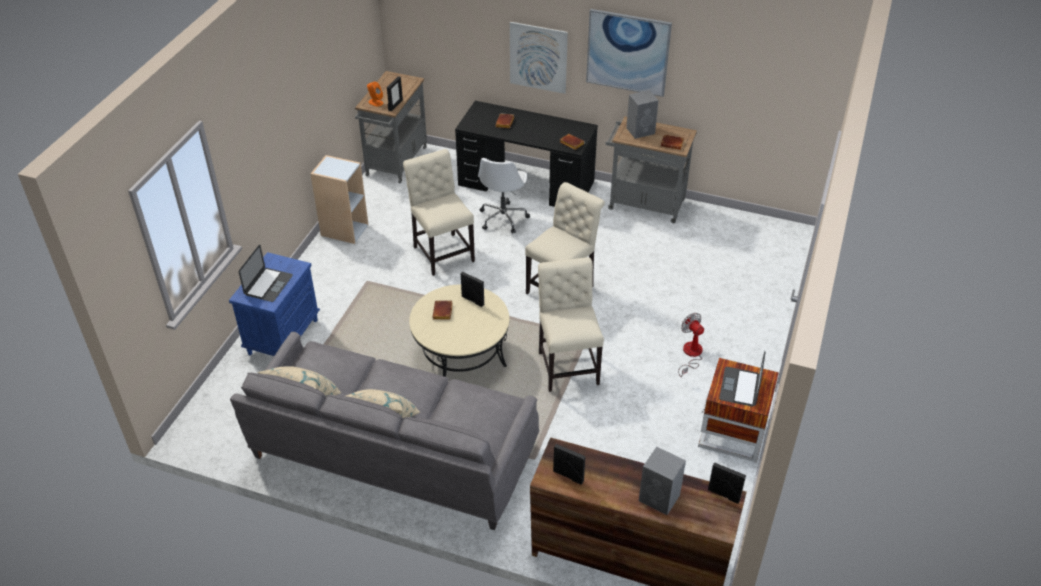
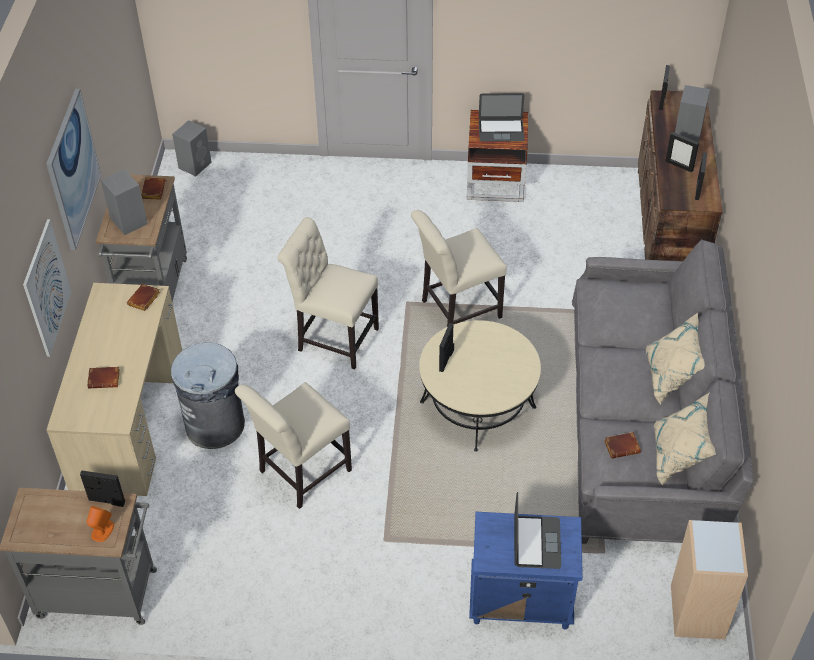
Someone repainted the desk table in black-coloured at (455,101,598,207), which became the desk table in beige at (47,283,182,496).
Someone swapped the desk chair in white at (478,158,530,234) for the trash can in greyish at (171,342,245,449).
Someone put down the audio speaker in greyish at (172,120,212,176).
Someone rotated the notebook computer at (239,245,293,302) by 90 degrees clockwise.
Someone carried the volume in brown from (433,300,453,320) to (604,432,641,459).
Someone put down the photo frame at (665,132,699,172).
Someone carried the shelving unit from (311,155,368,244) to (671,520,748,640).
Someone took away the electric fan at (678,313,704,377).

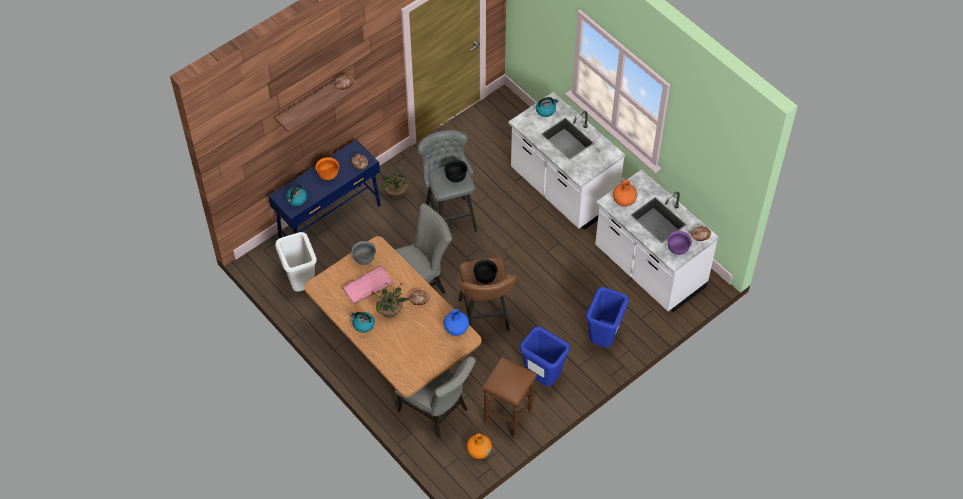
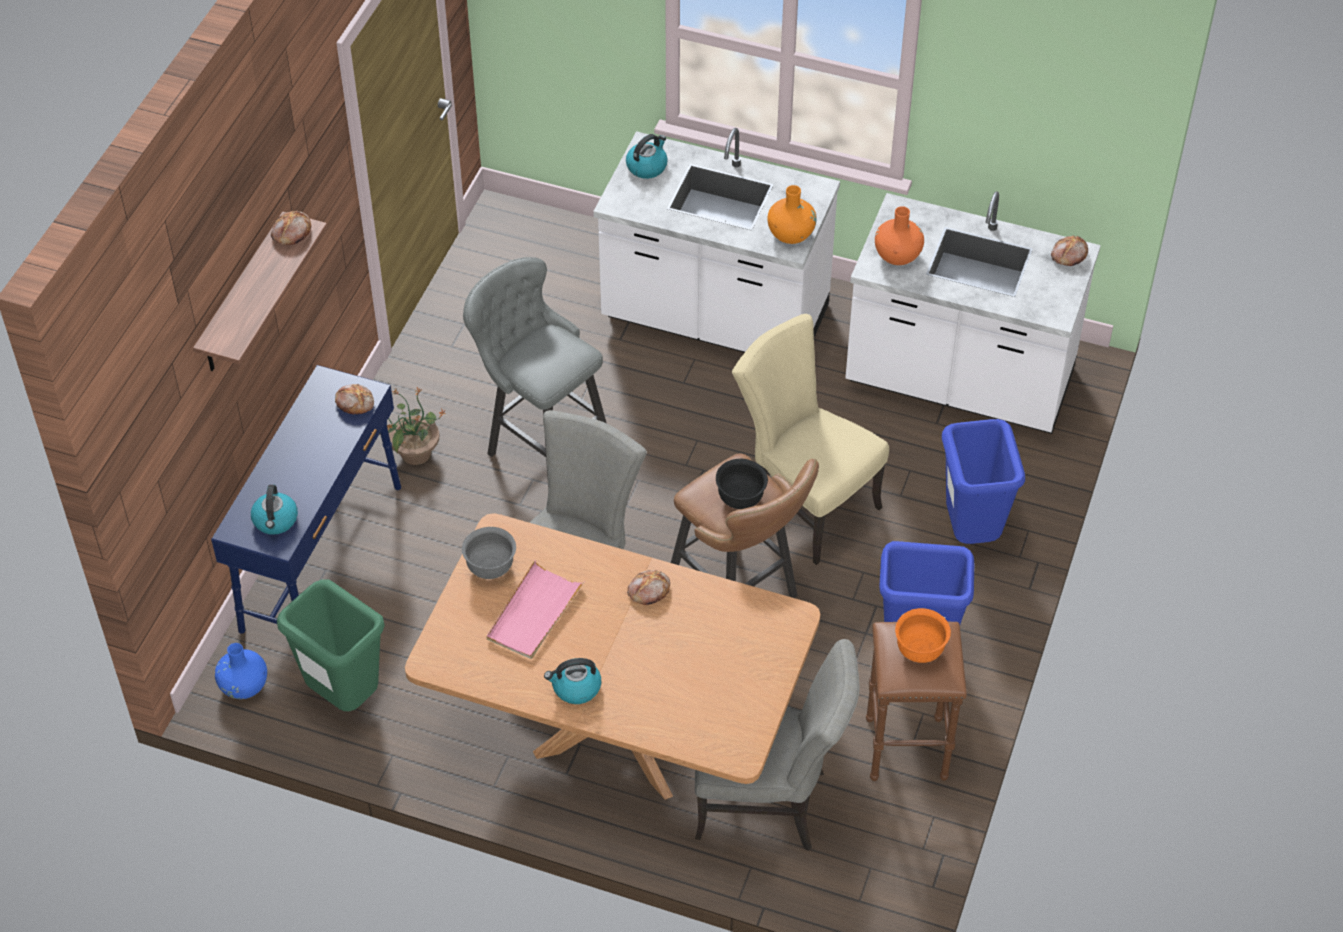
Someone carried the vase in bluish from (444,309,469,336) to (215,643,267,699).
Someone repainted the trash can in white at (275,232,317,292), which became the trash can in green-coloured at (277,579,385,711).
Someone put down the plain chair in beige at (732,314,889,565).
Someone carried the vase in orange from (467,434,492,459) to (767,185,817,244).
Someone carried the serving bowl in orange from (315,157,339,180) to (895,608,951,663).
Someone took away the plant in a pot at (370,282,410,318).
Someone took away the serving bowl in black-coloured at (444,160,468,182).
Someone took away the serving bowl in purple at (667,231,692,255).

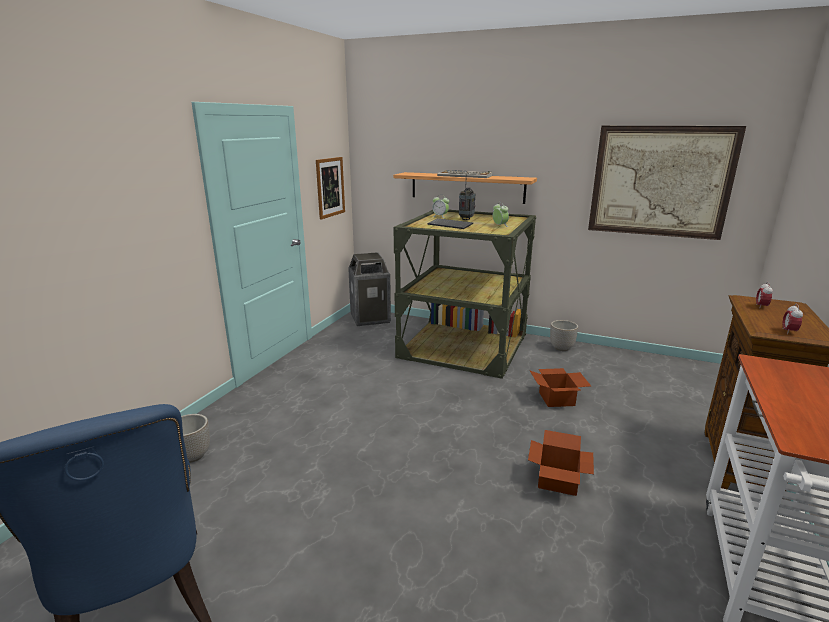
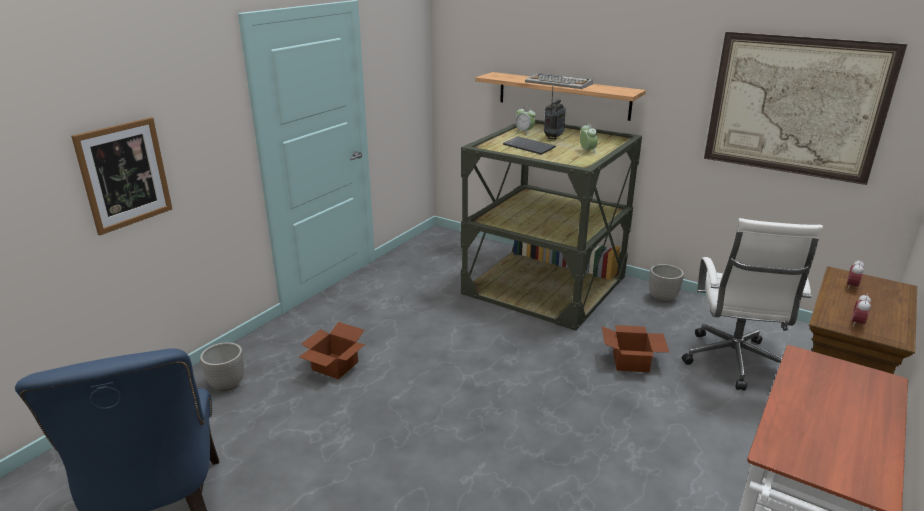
Someone carried the wall picture from (316,157,345,220) to (71,117,172,235).
Someone carried the cardboard box from (528,430,594,496) to (299,322,365,380).
Someone put down the desk chair in white at (682,218,823,391).
Someone took away the trash can at (348,252,391,326).

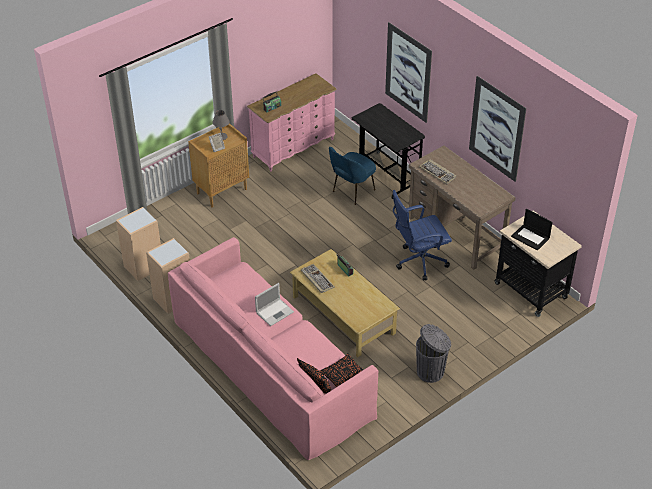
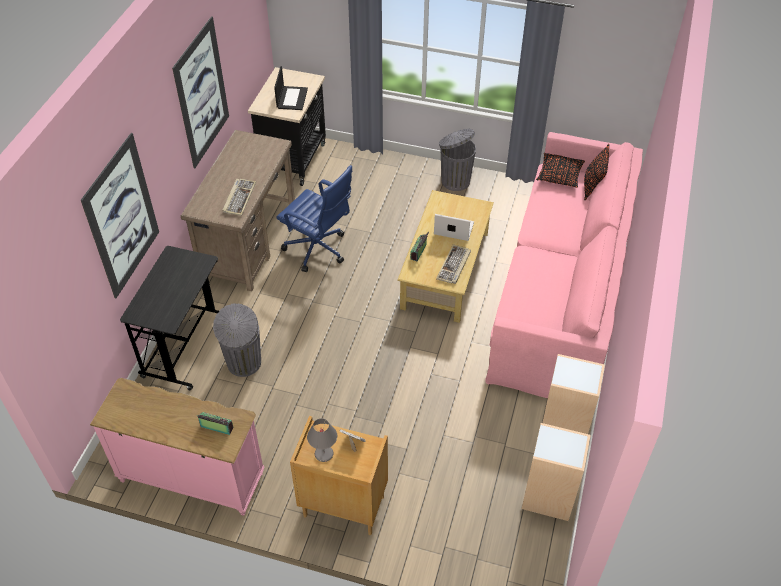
Someone swapped the plain chair in bluish at (329,147,376,205) for the trash can in greyish at (213,303,261,377).
Someone carried the notebook computer from (255,283,294,326) to (434,214,474,241).

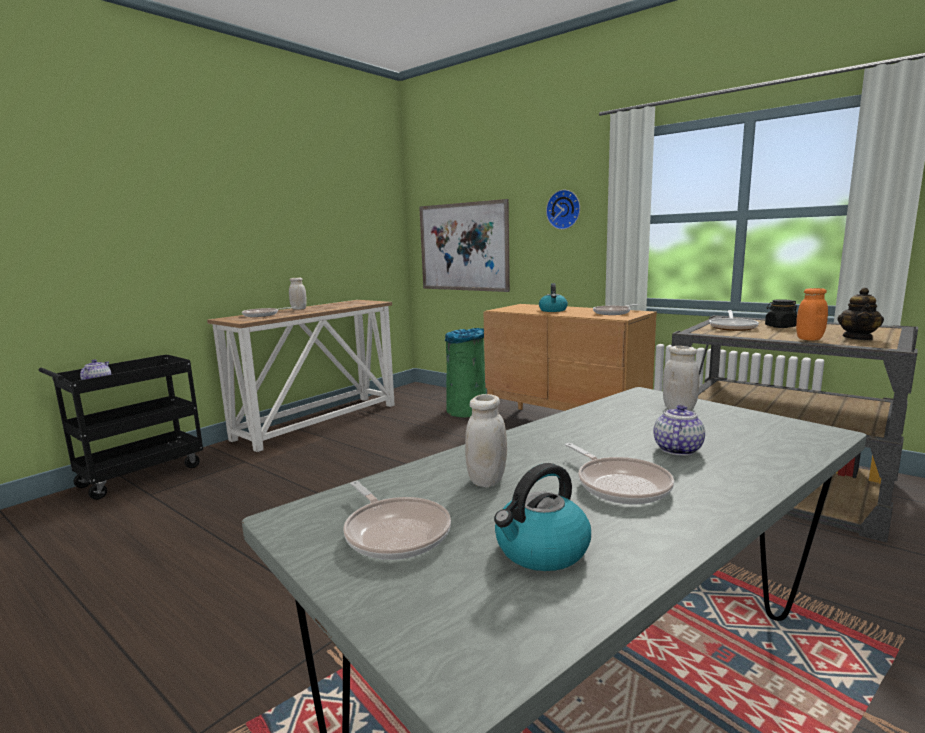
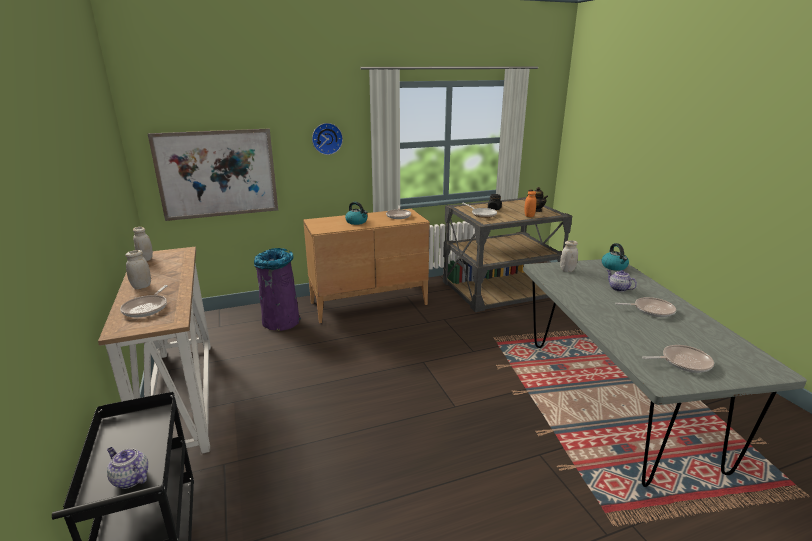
Someone carried the jar in white from (465,394,507,487) to (133,227,153,261).
Someone repainted the trash can in green-coloured at (445,328,486,418), which became the trash can in purple at (254,248,301,331).
Someone carried the kettle from (494,463,591,571) to (602,243,629,271).

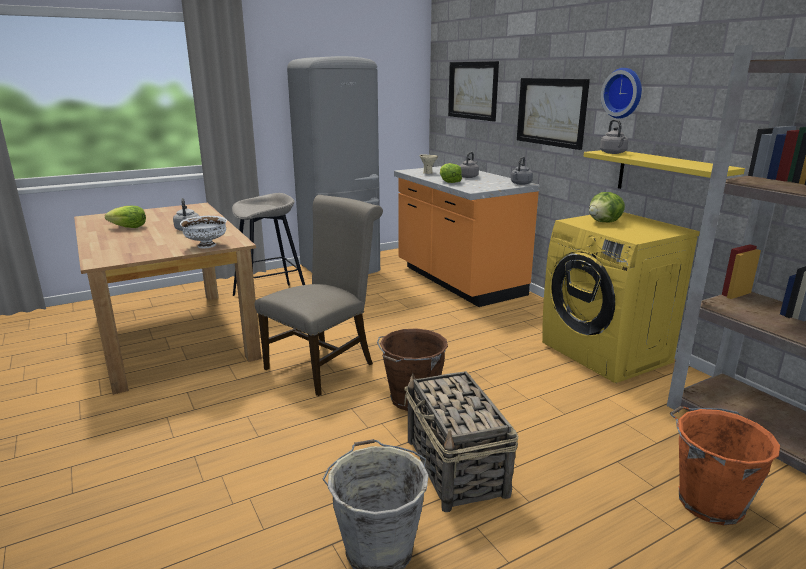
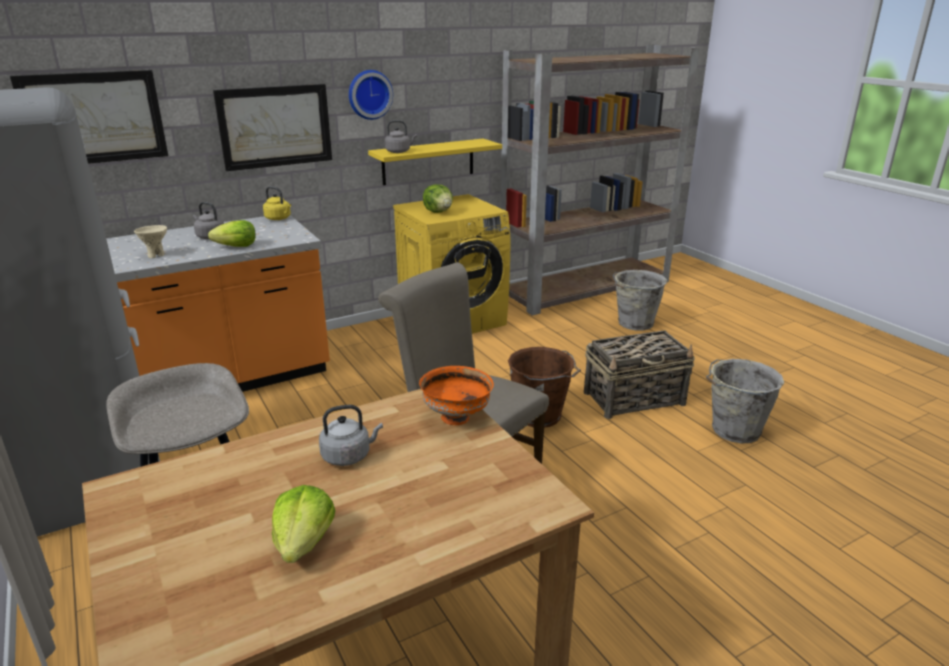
Someone repainted the kettle in greyish at (511,157,533,185), which became the kettle in yellow at (263,186,291,220).
Someone repainted the serving bowl in white at (180,216,227,249), which became the serving bowl in orange at (419,366,494,425).
Someone repainted the pail in orange at (670,406,780,525), which became the pail in greyish at (613,270,667,331).

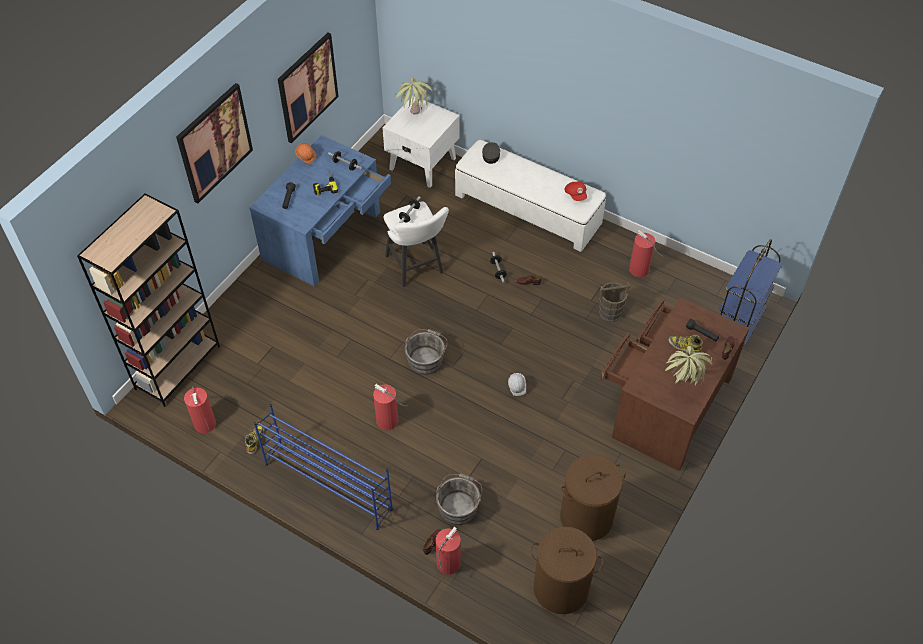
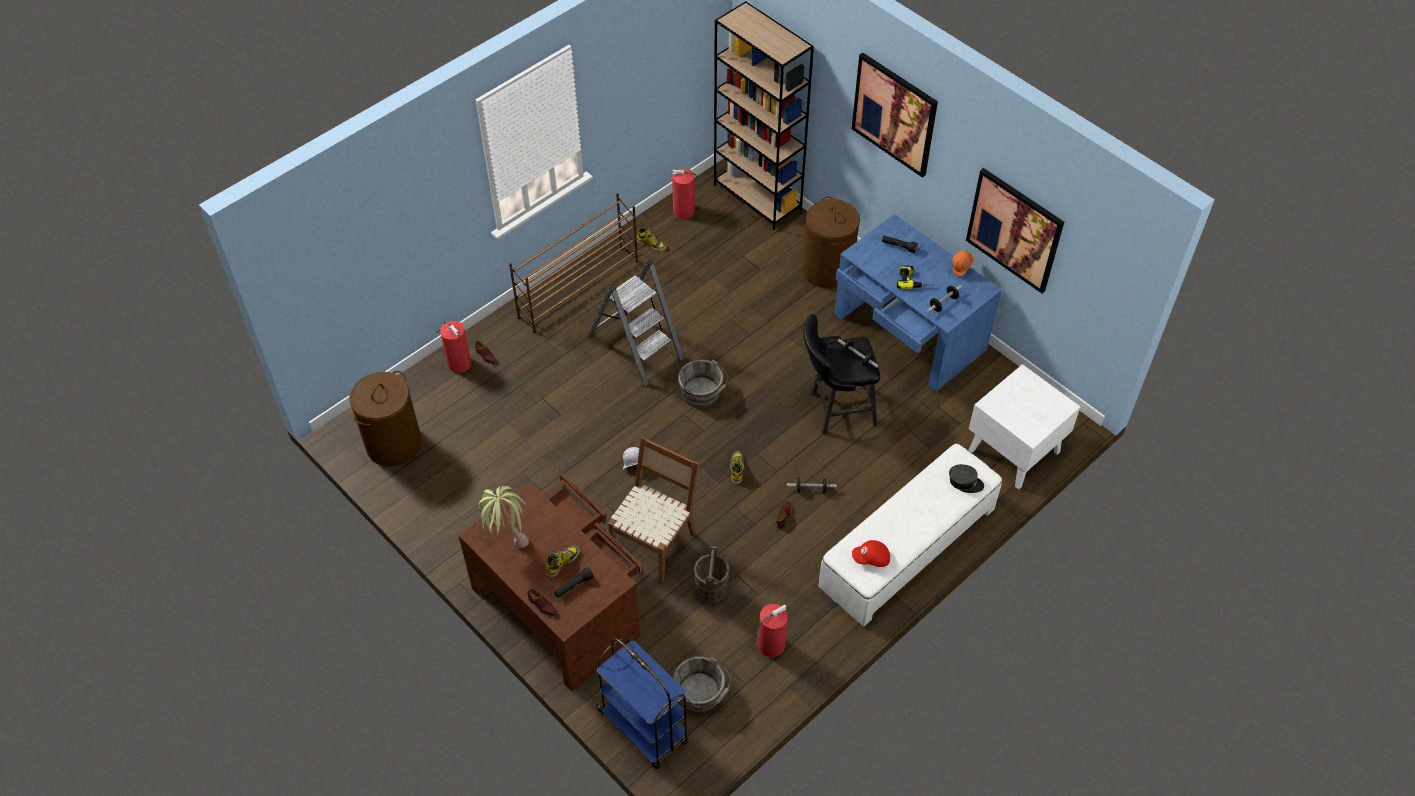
Someone repainted the shoe rack in bluish at (254,404,393,530), which became the shoe rack in brown at (509,194,638,333).
Someone swapped the extinguisher at (373,384,408,430) for the step ladder in greyish at (587,260,685,388).
Someone put down the plain chair at (608,437,699,583).
Someone carried the pail in greyish from (436,473,483,525) to (673,656,731,713).
Someone put down the boot at (730,451,744,484).
Someone carried the laundry basket in brown from (560,455,626,541) to (803,196,860,288).
Someone repainted the stool in white at (384,202,449,287), which became the stool in black-coloured at (804,314,880,434).
Someone took away the plant in a pot at (395,77,432,115).

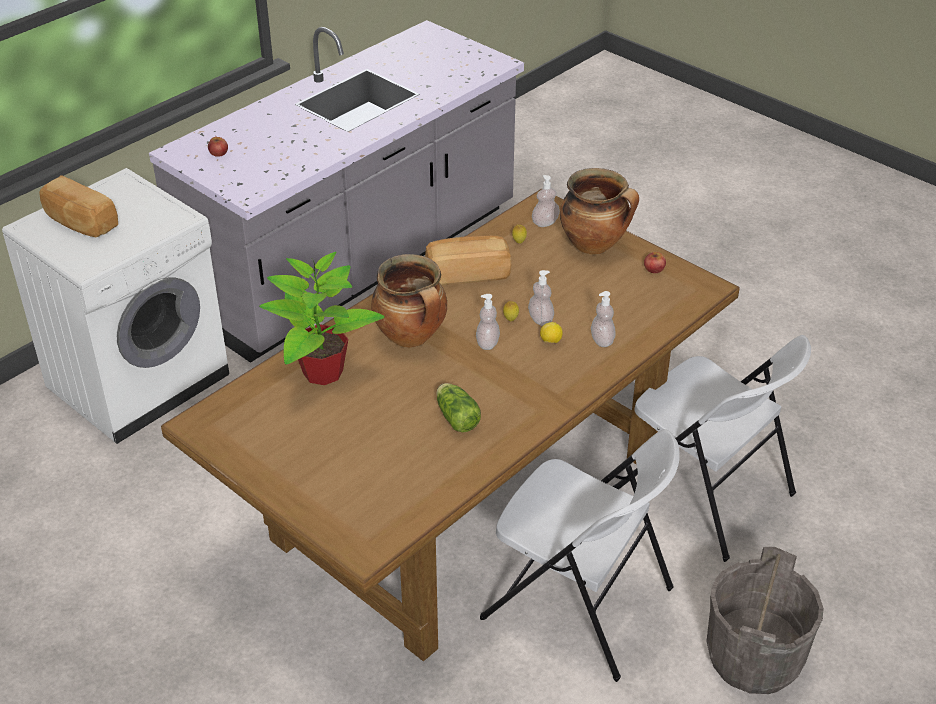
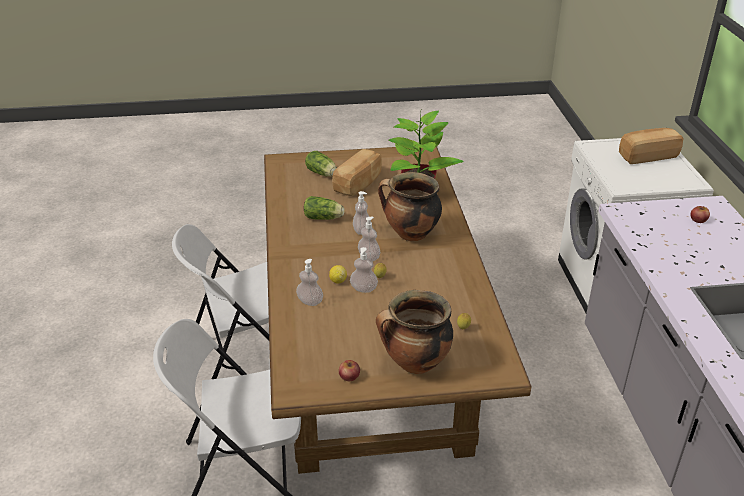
Someone put down the lettuce head at (305,151,337,176).
Someone carried the bread from (425,235,512,285) to (332,149,382,196).
Someone carried the liquid soap bottle from (532,175,560,227) to (353,191,369,235).
Someone took away the pail in greyish at (706,547,824,694).

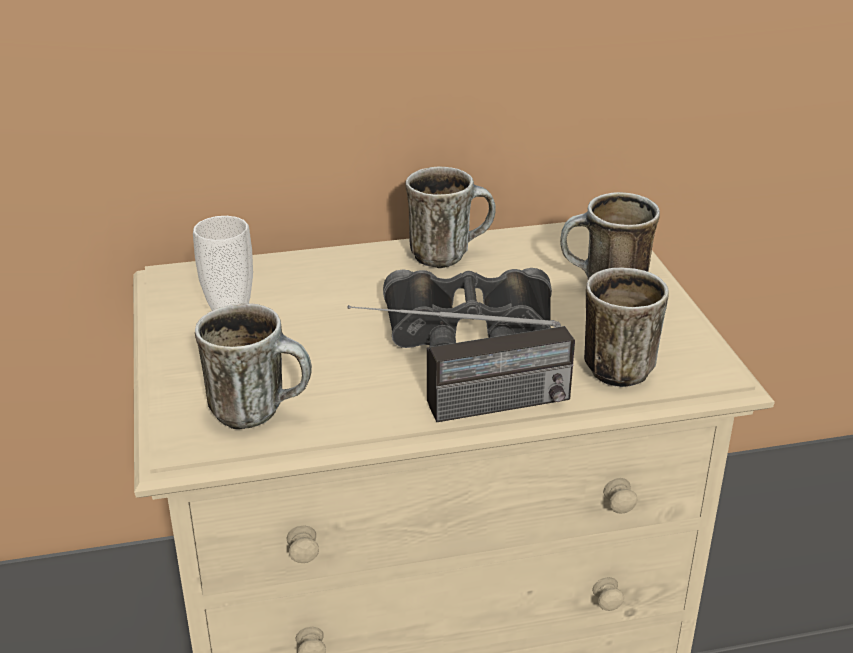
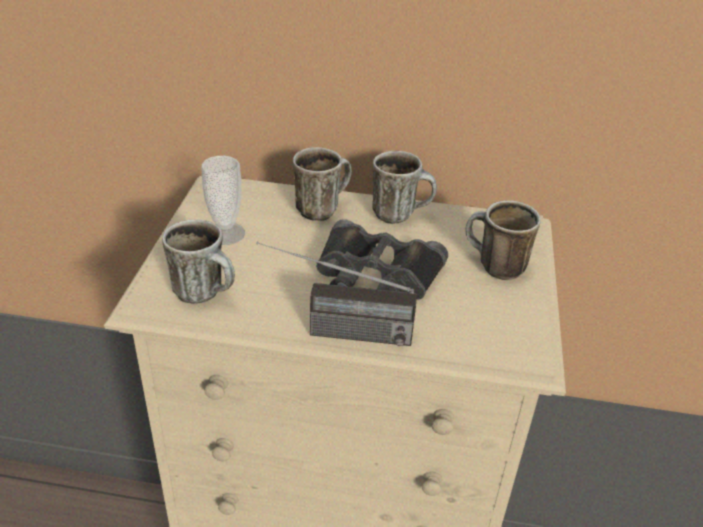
Someone carried the coffee mug from (584,268,669,387) to (293,147,352,221).

